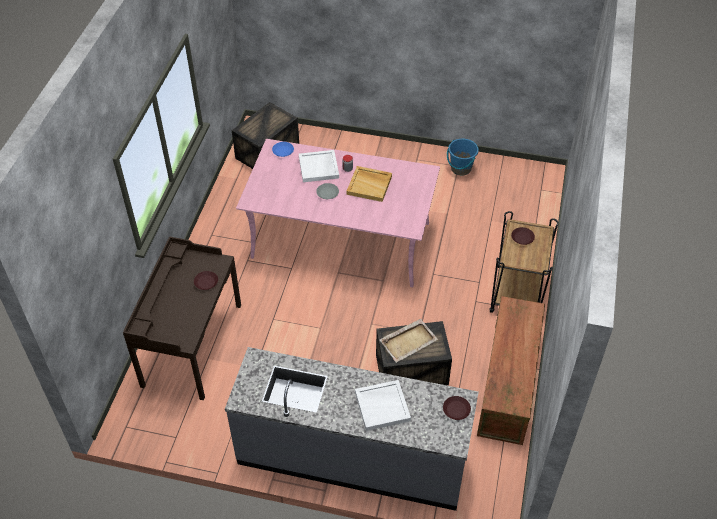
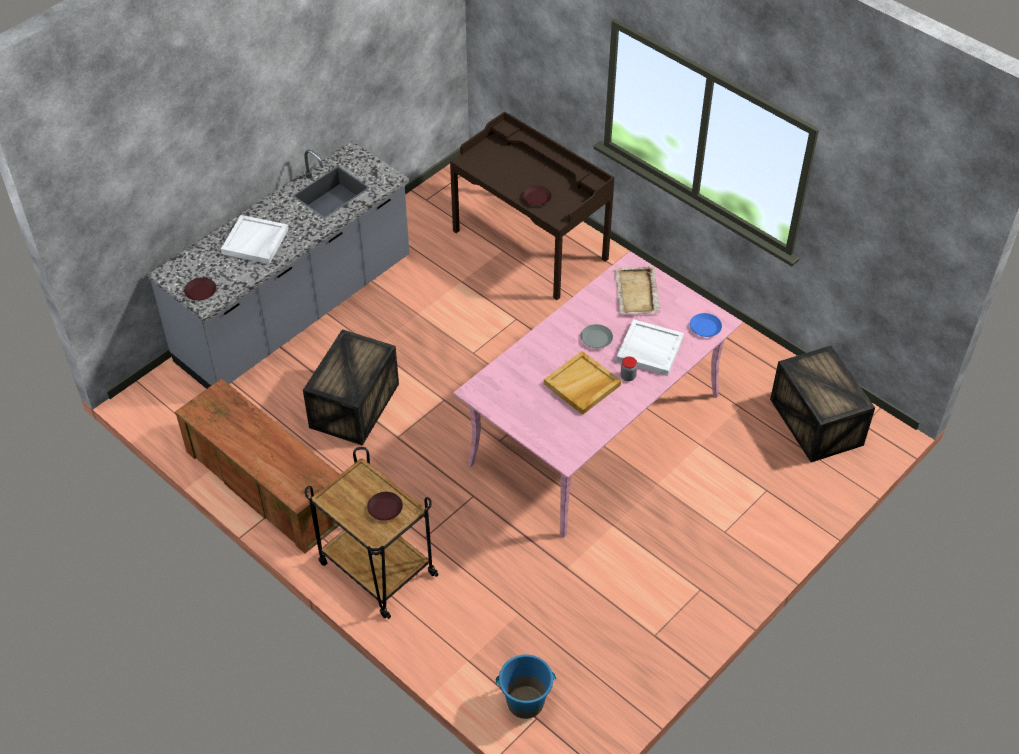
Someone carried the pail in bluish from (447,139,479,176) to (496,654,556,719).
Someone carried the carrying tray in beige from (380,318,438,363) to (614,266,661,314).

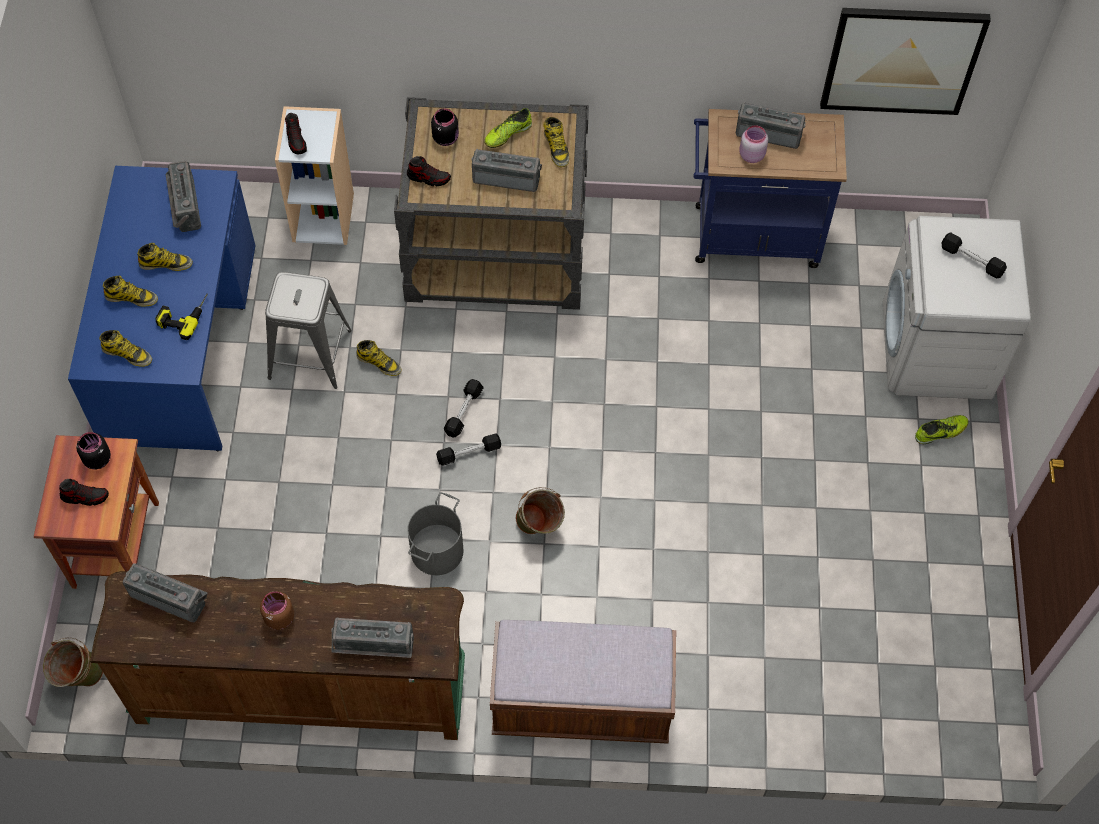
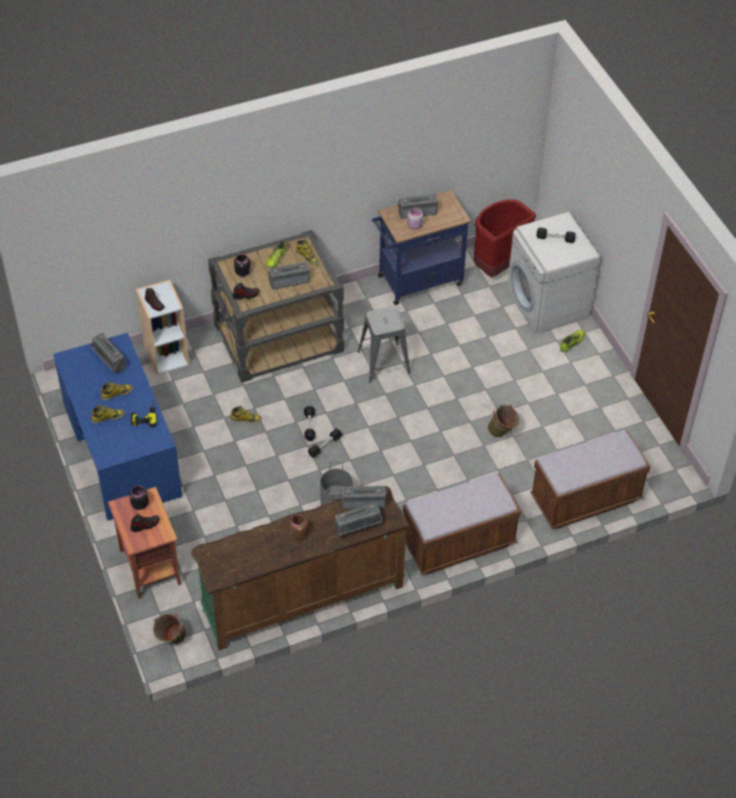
Someone carried the radio receiver from (123,563,208,622) to (340,485,387,509).
Someone carried the stool in greyish from (265,272,352,389) to (358,306,411,383).
Someone put down the trash can in reddish at (474,199,536,277).
Someone carried the pail in green-coloured from (516,487,565,534) to (488,404,520,438).
Someone put down the bench in brown at (530,430,651,529).
Someone took away the boot at (99,330,152,367).
Someone took away the wall picture at (820,8,991,115).

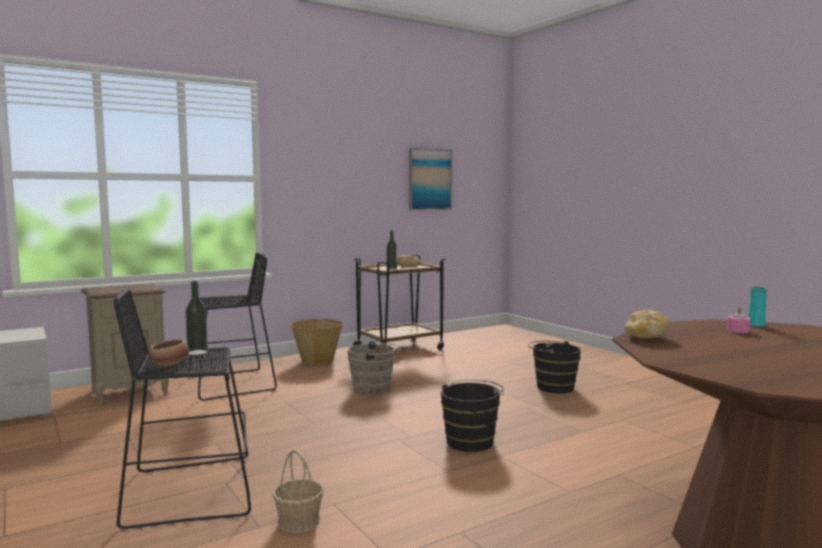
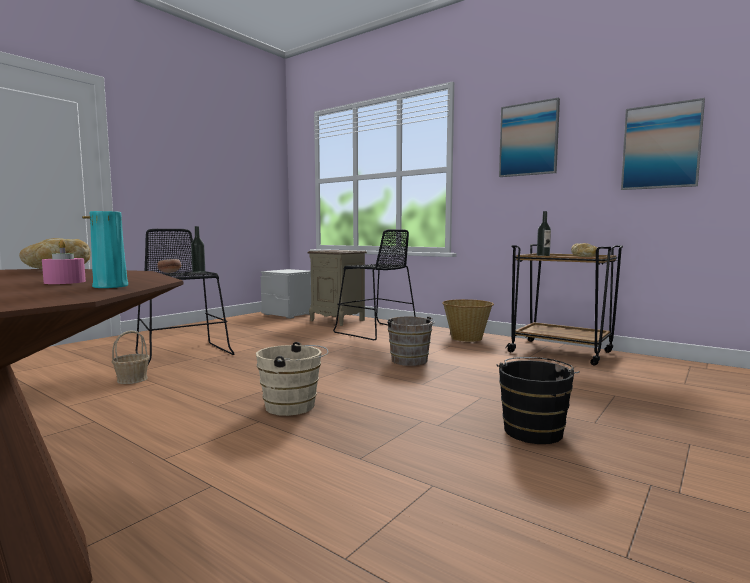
Someone repainted the pail in black-coloured at (441,380,504,452), which became the pail in beige at (256,342,328,416).
Someone put up the wall picture at (499,97,560,177).

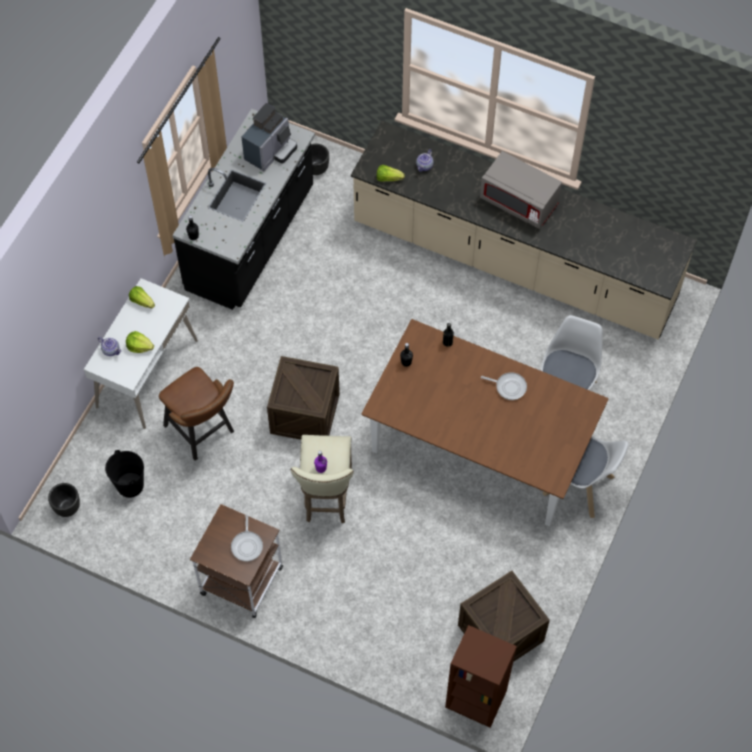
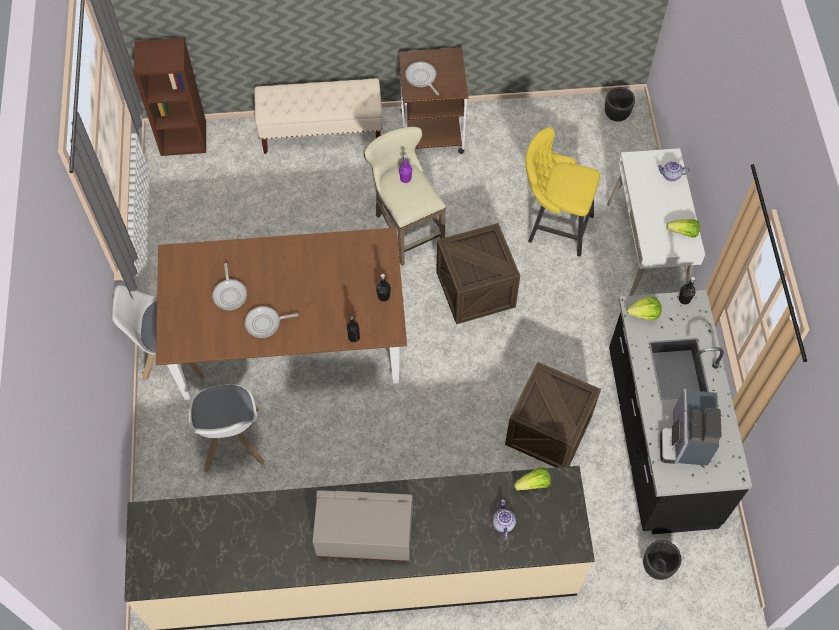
Someone put down the skillet at (212,263,247,310).
Someone put down the bench in beige at (254,79,382,154).
Someone carried the shipping crate from (458,571,550,662) to (505,362,601,467).
Someone repainted the stool in brown at (159,367,234,461), which became the stool in yellow at (525,127,600,257).
Someone carried the lettuce head from (126,331,154,353) to (627,297,662,320).
Someone took away the pail in black-coloured at (105,450,144,498).

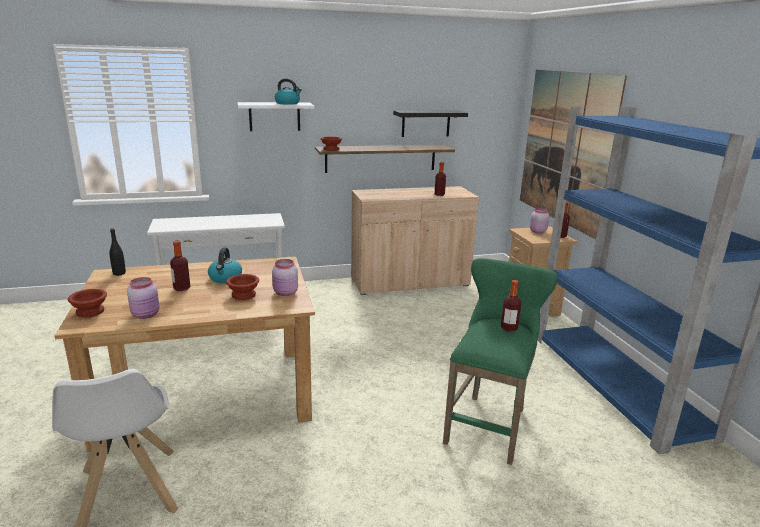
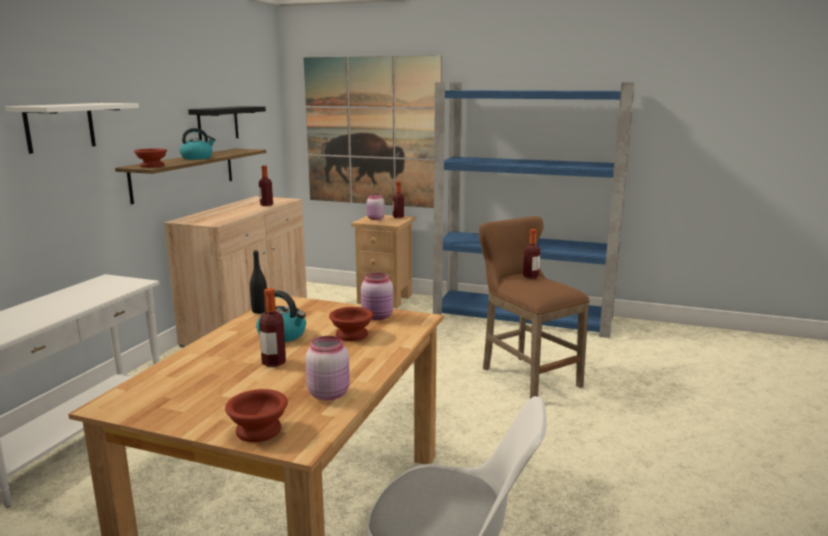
Someone carried the kettle from (275,78,302,105) to (180,128,215,160).
Someone carried the drink bottle in black-coloured from (109,228,126,276) to (250,250,267,314).
Someone repainted the stool in green-coloured at (443,258,558,465), which became the stool in brown at (479,216,590,399).

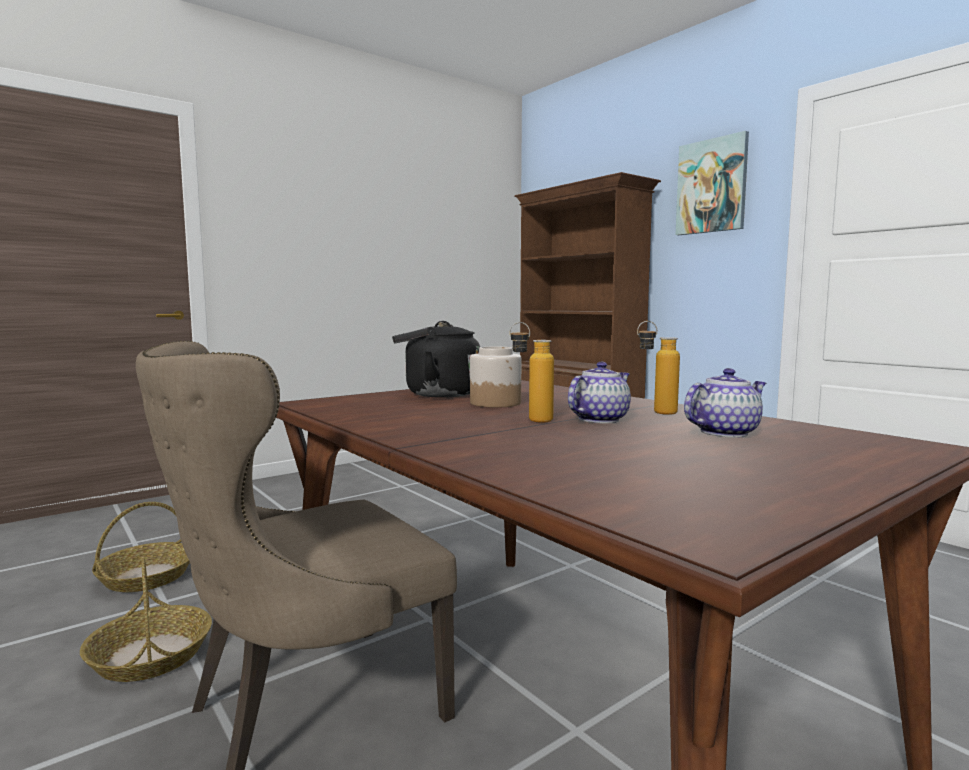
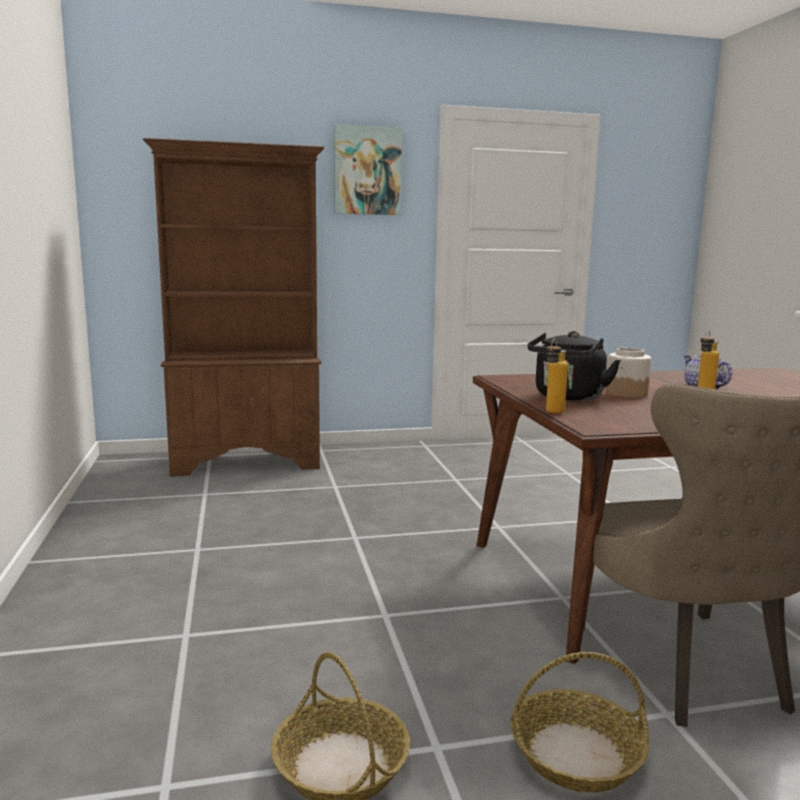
Someone carried the drink bottle from (637,321,680,415) to (546,338,568,414).
Someone took away the tea pot at (684,368,767,438).

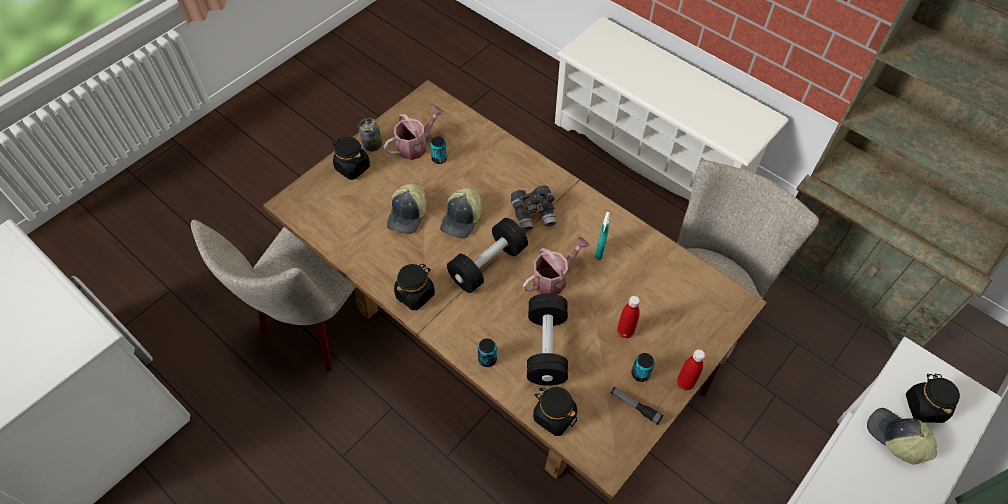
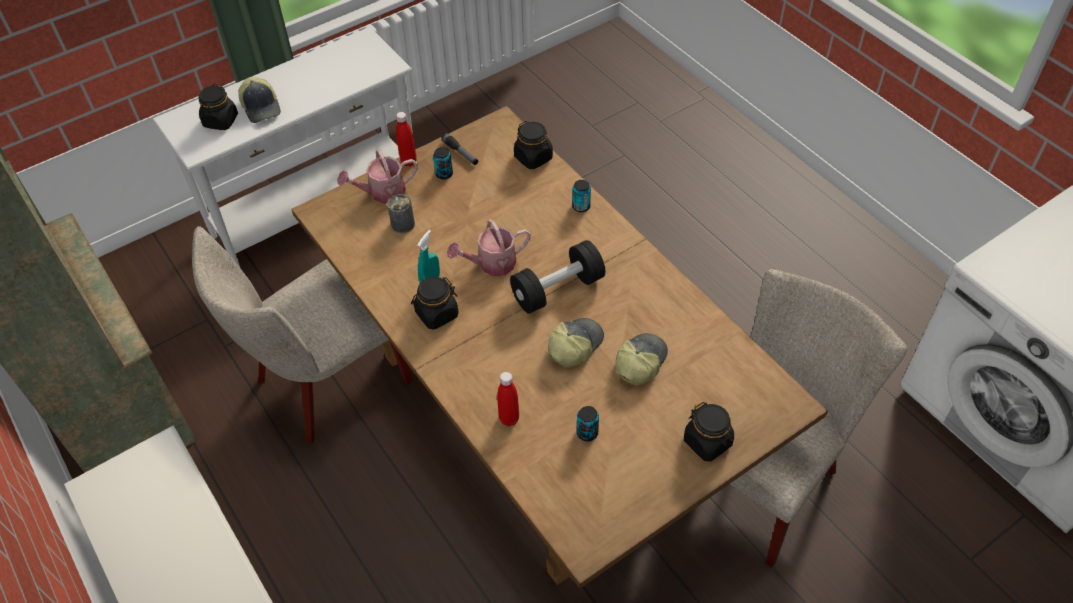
Someone carried the watering can from (384,106,445,160) to (337,150,418,204).
Someone carried the can from (358,118,382,152) to (387,194,415,233).
Someone carried the jar in black-coloured from (394,264,435,310) to (411,277,459,330).
Someone carried the drink bottle in reddish from (617,296,640,338) to (497,372,519,426).
Someone took away the pair of binoculars in greyish at (511,185,556,231).
Someone took away the dumbbell in black-coloured at (527,293,568,386).

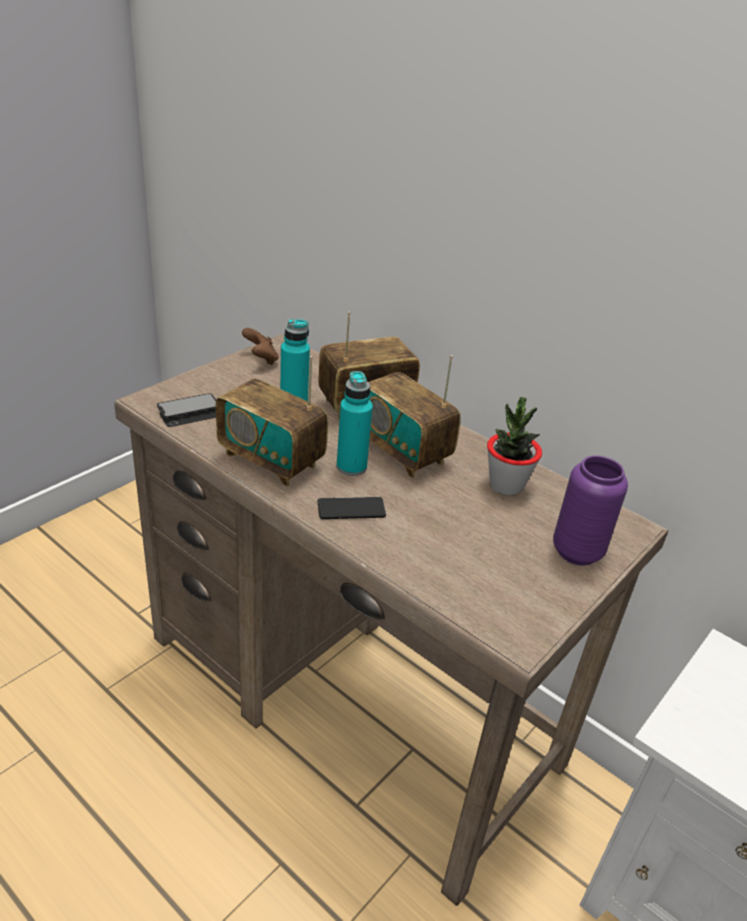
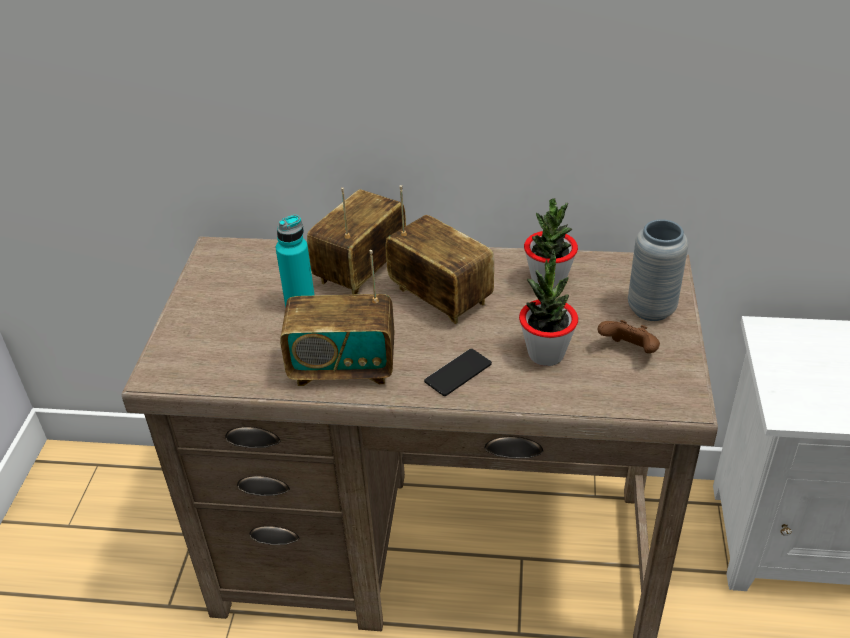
Someone rotated the radio receiver at (369,355,461,478) by 150 degrees counterclockwise.
Someone put down the plant in a pot at (519,250,578,366).
Someone carried the game controller in brown from (242,328,279,365) to (598,320,660,353).
Someone repainted the vase in purple at (553,455,628,566), which became the vase in greyish at (628,219,689,321).
Someone took away the telephone at (157,393,216,427).
Someone took away the drink bottle in turquoise-coloured at (336,371,373,476).

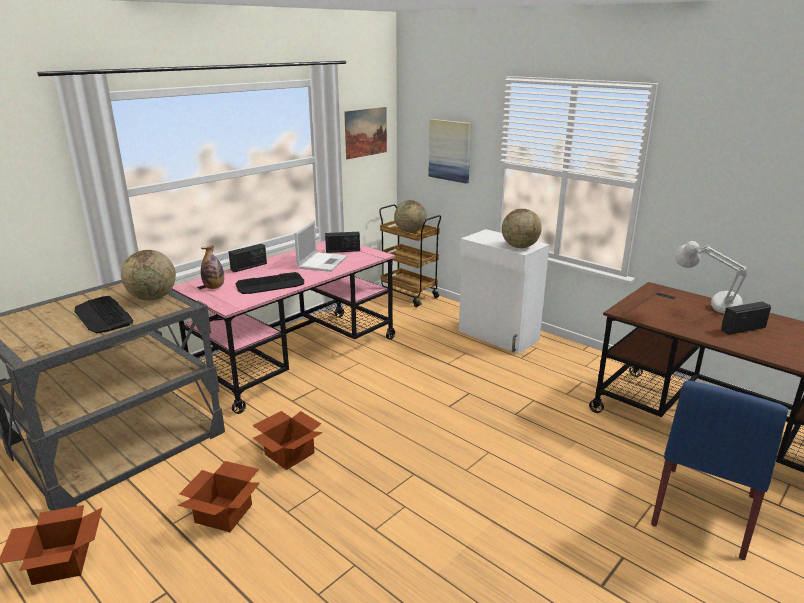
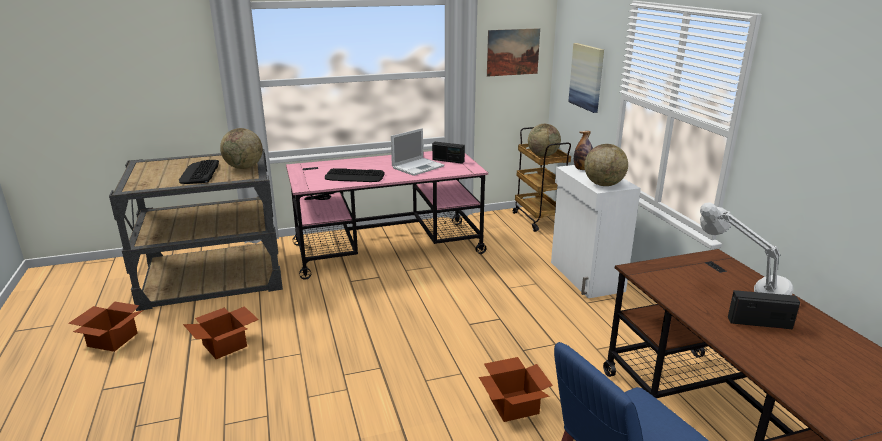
Someone carried the cardboard box from (252,411,323,470) to (479,357,553,422).
Someone carried the drink bottle from (201,245,224,289) to (574,131,593,170).
Someone took away the radio receiver at (229,244,267,272).

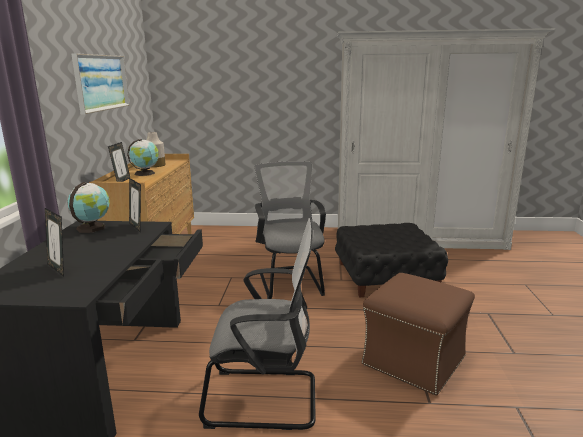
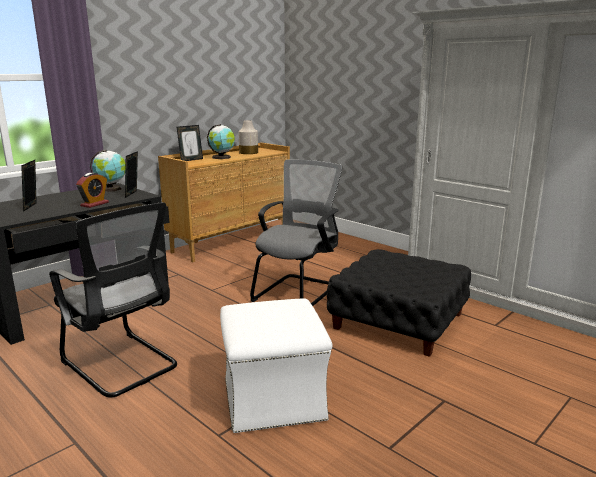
Someone put down the table clock at (76,173,109,208).
Someone repainted the footrest in brown at (361,273,475,395), which became the footrest in white at (220,298,333,433).
Someone took away the wall picture at (71,53,130,115).

